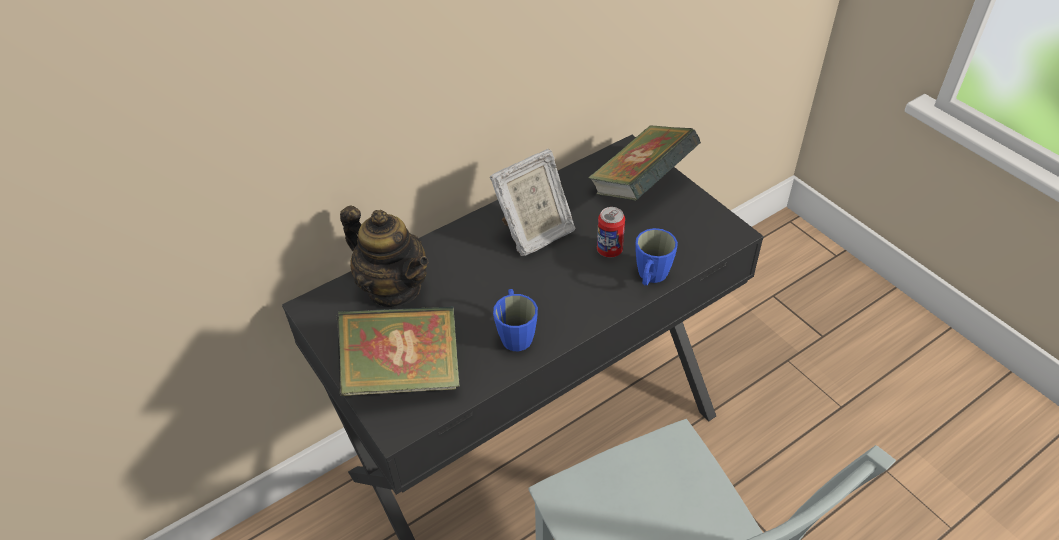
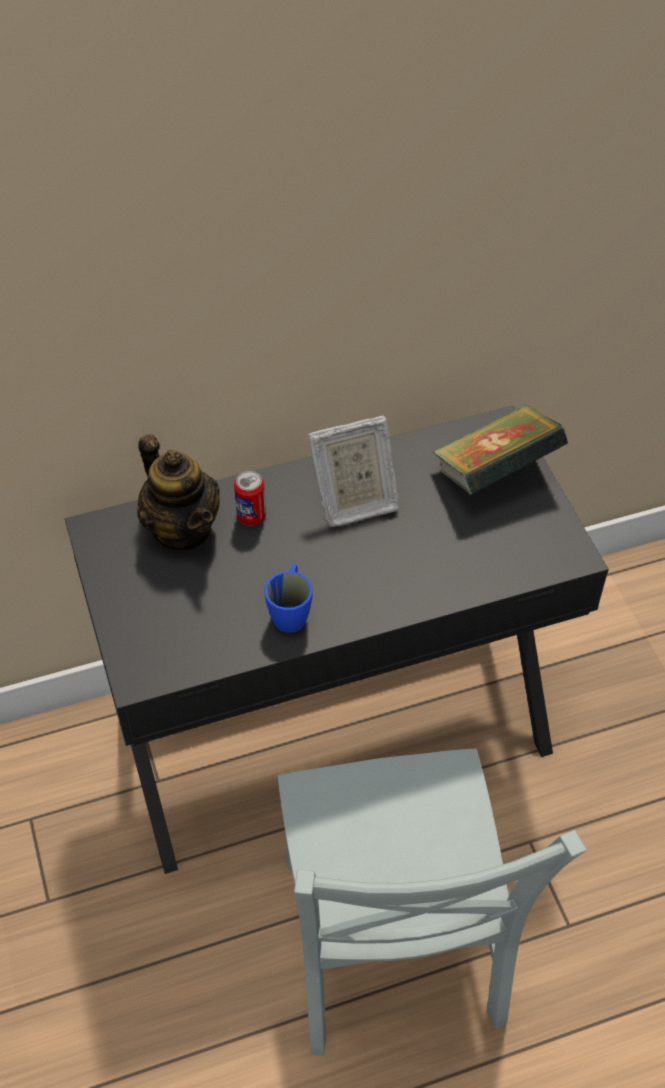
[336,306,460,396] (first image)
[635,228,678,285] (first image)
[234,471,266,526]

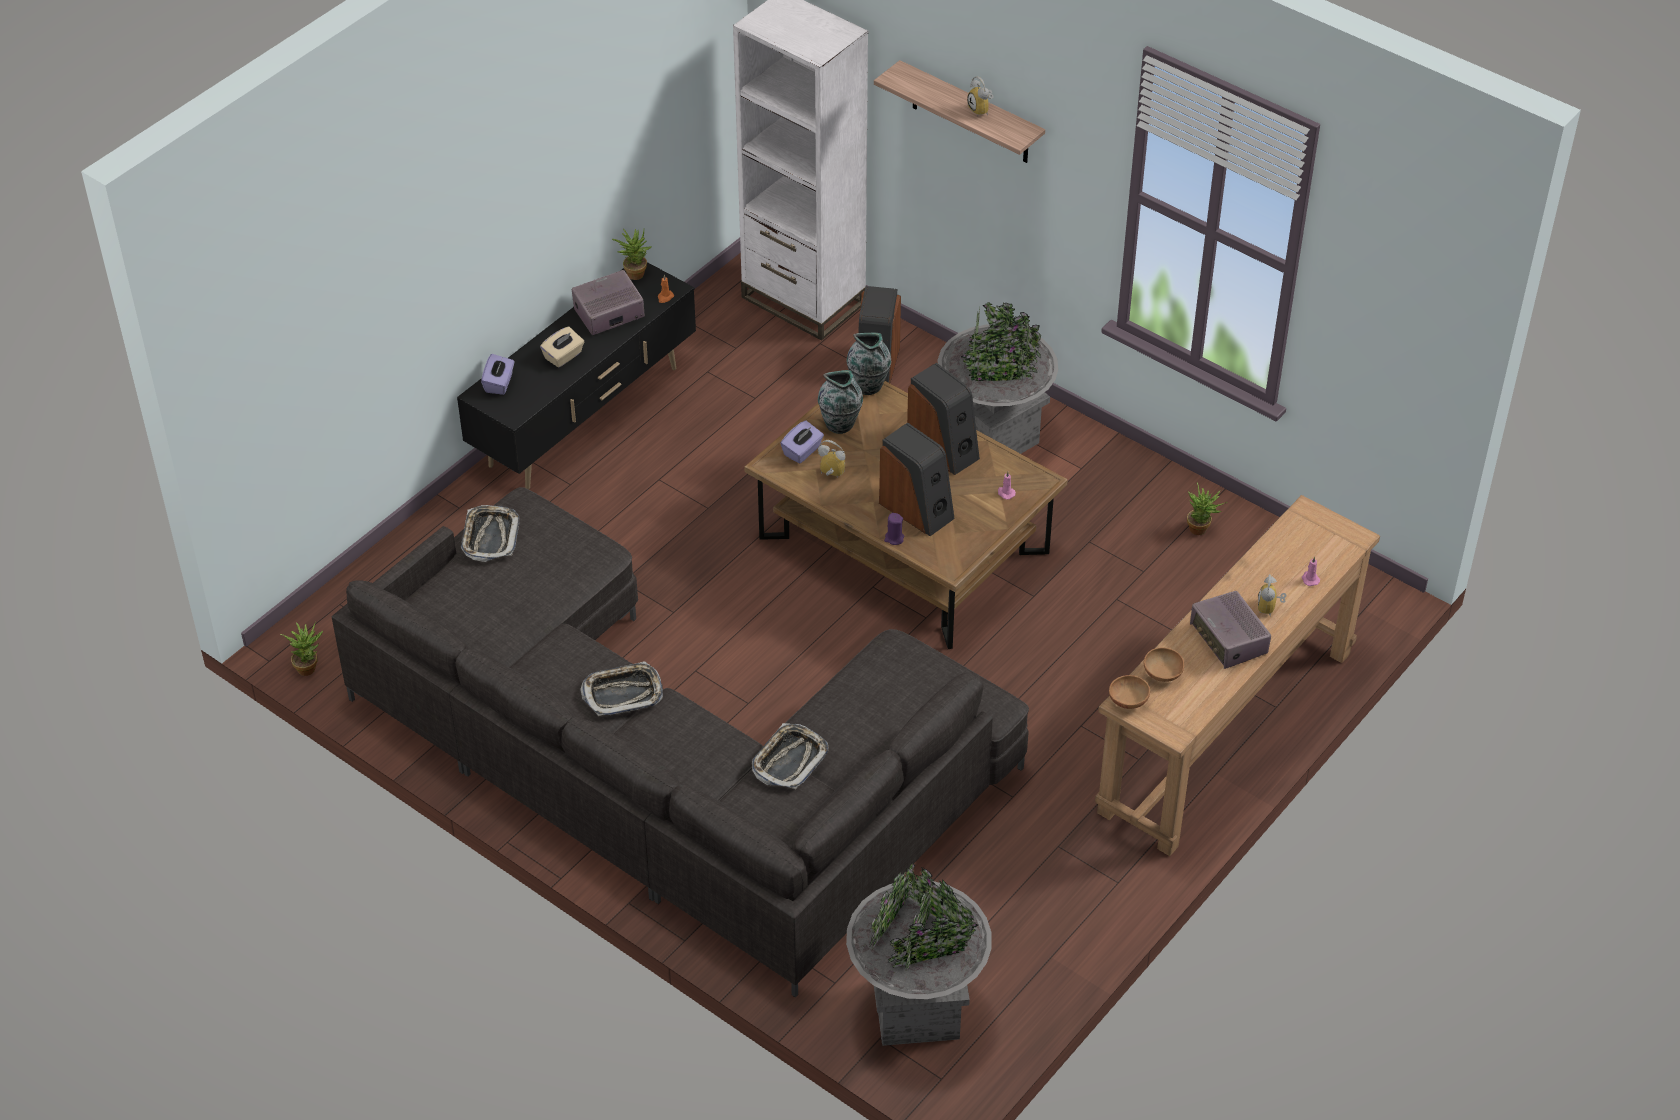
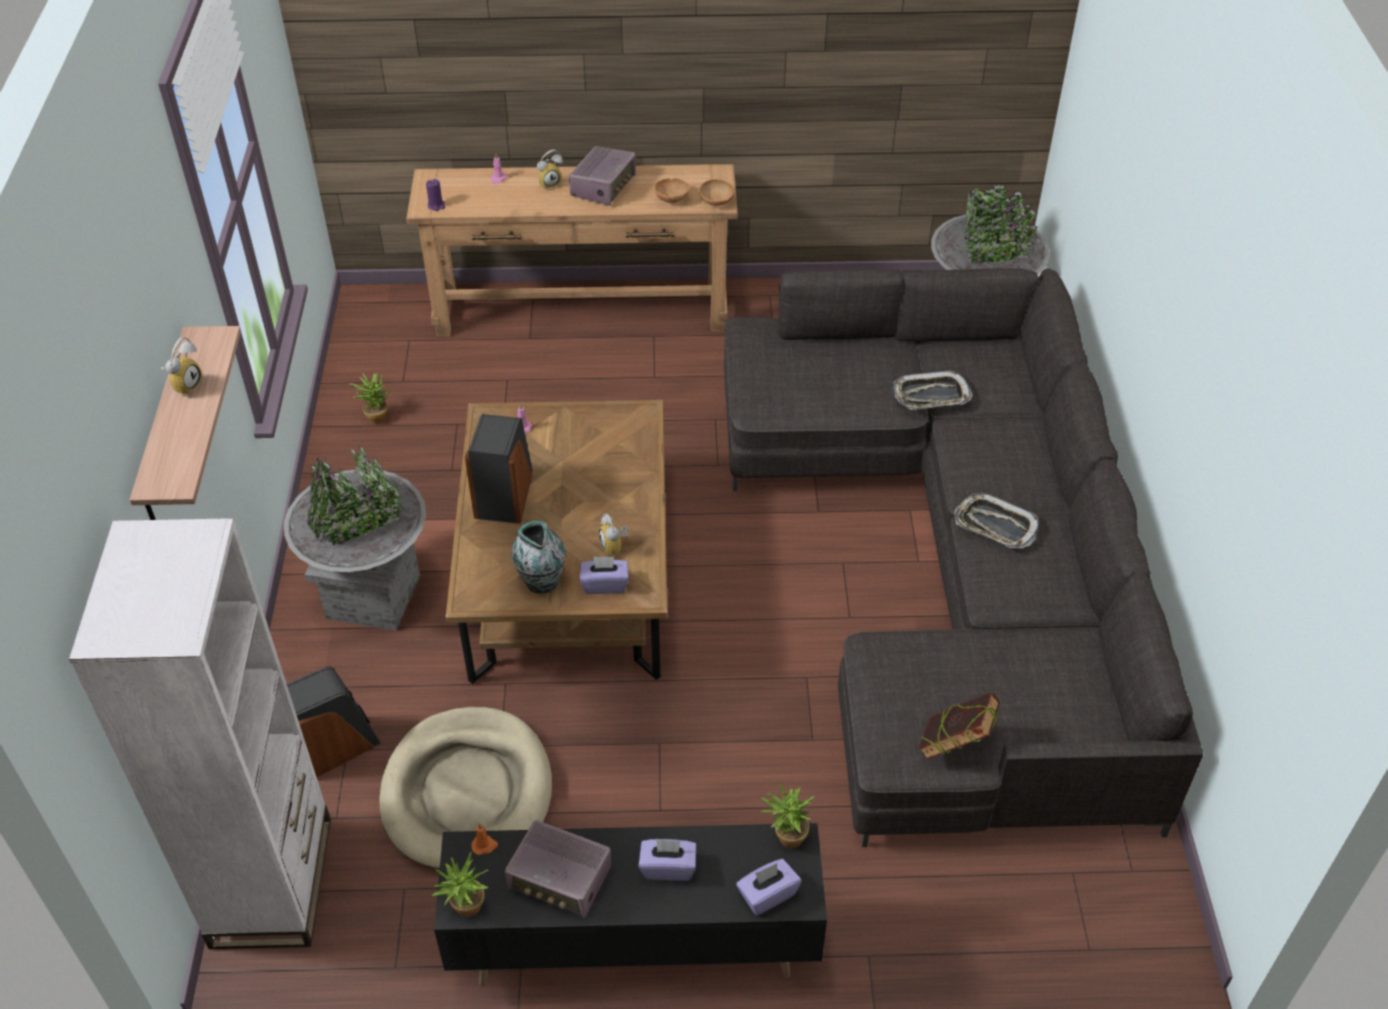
[846,333,891,395] (first image)
[879,422,955,536] (first image)
[379,707,552,869]
[759,782,815,848]
[426,179,445,211]
[918,692,1000,760]
[638,839,696,881]

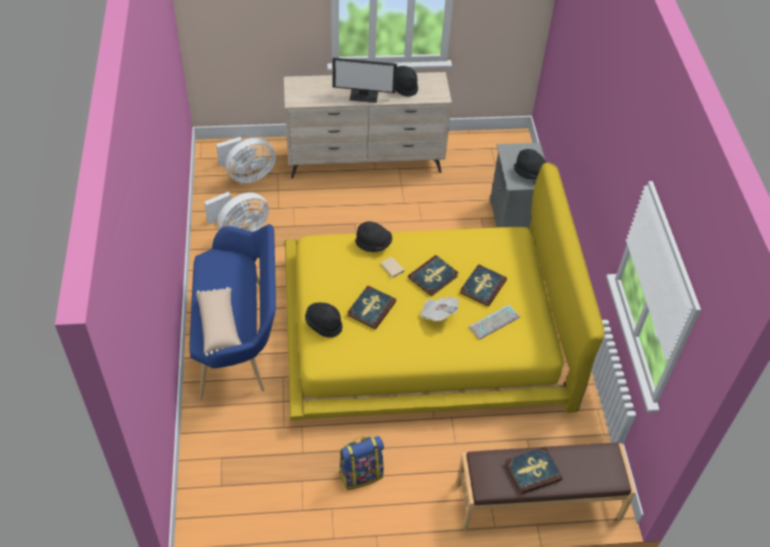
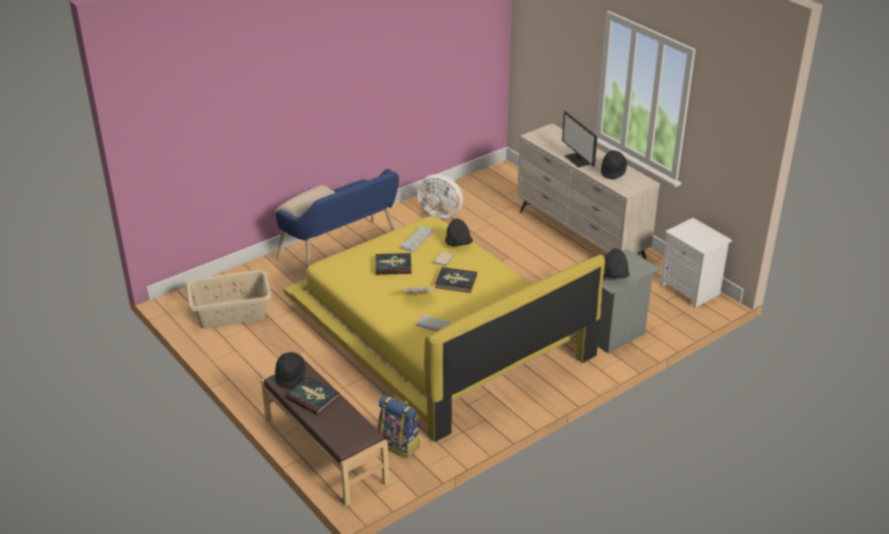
[216,137,276,183] (first image)
[460,264,507,306] (first image)
[186,270,272,328]
[400,226,434,252]
[660,218,732,309]
[275,352,306,389]
[378,395,419,458]

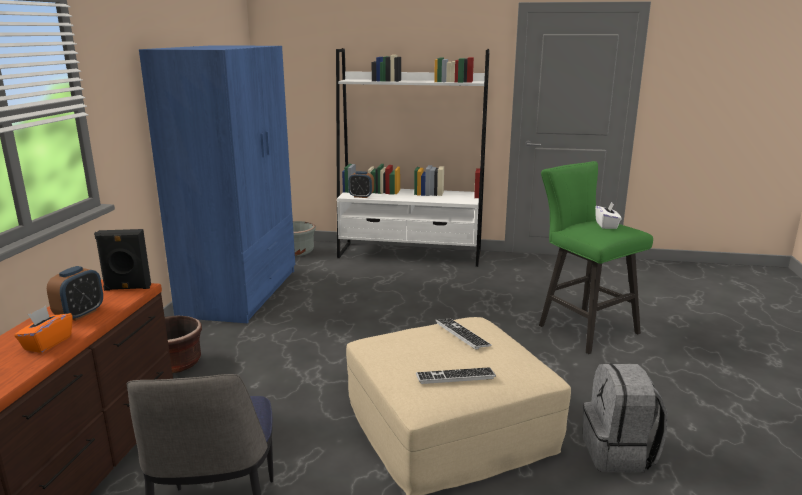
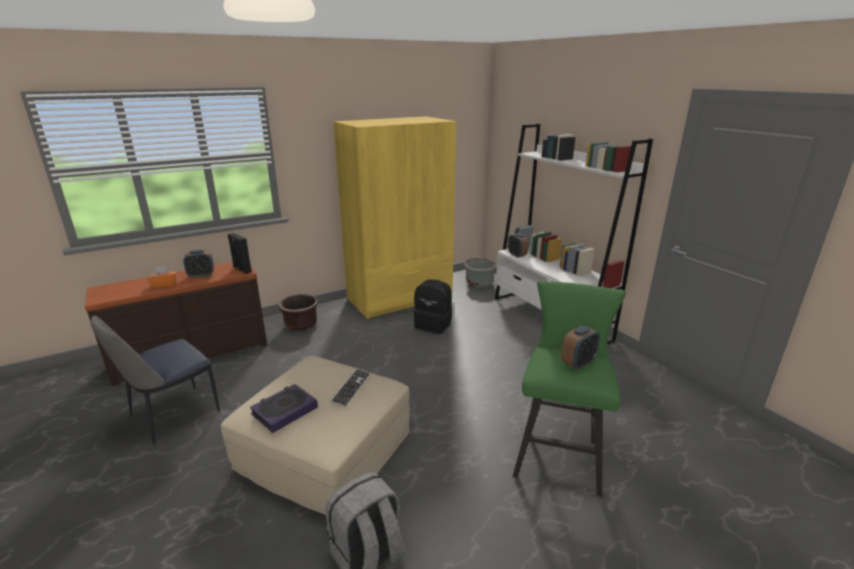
[414,279,452,334]
[250,384,318,433]
[561,326,600,370]
[333,116,456,319]

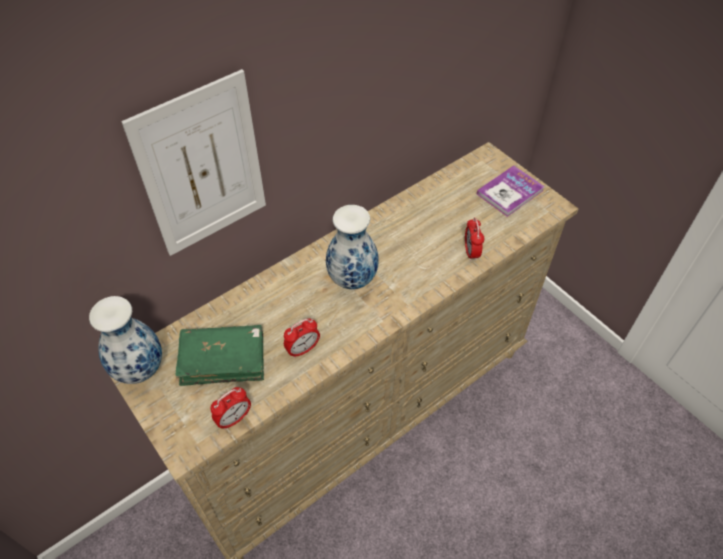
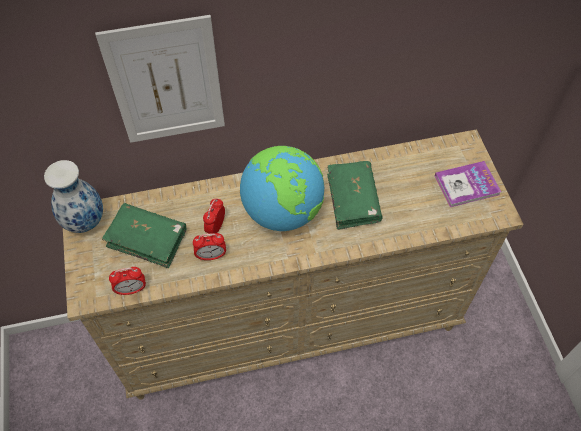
[327,161,382,230]
[203,198,225,234]
[240,146,324,231]

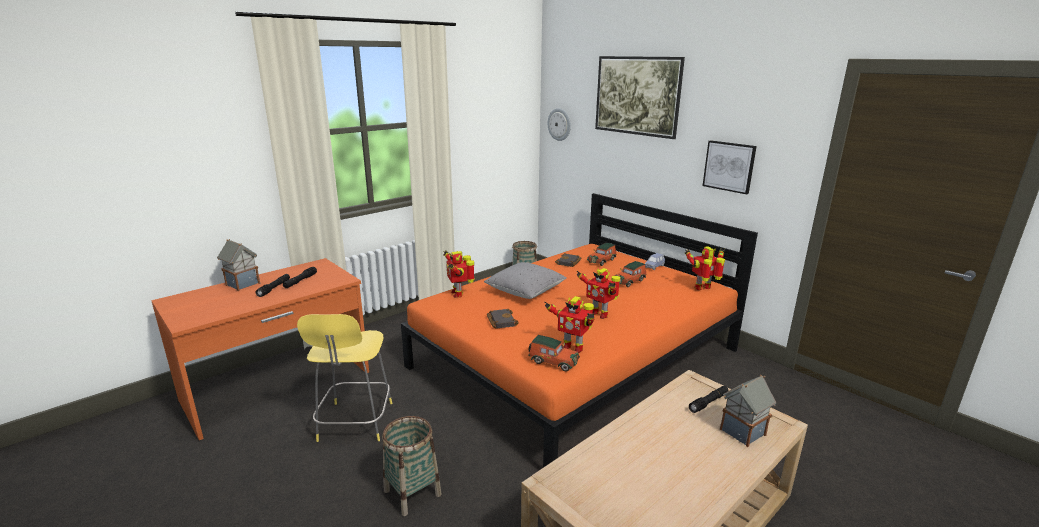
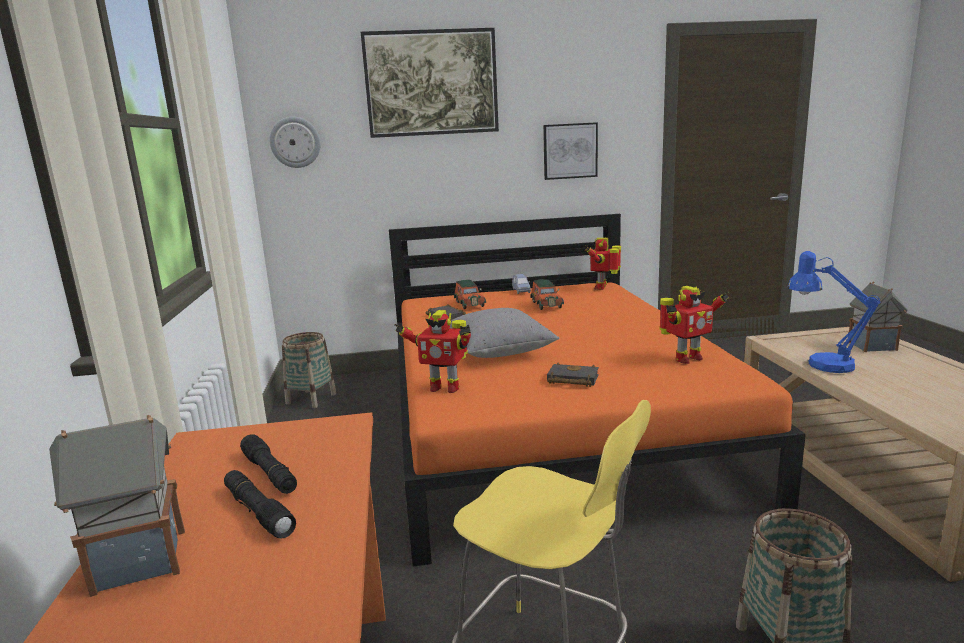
[528,335,580,372] (first image)
[577,268,620,319] (first image)
[689,386,729,413] (first image)
[787,251,880,373]

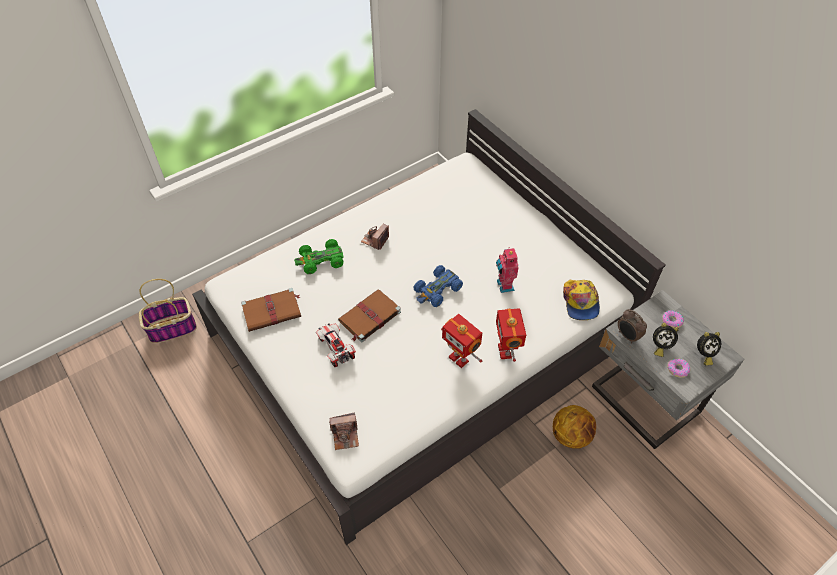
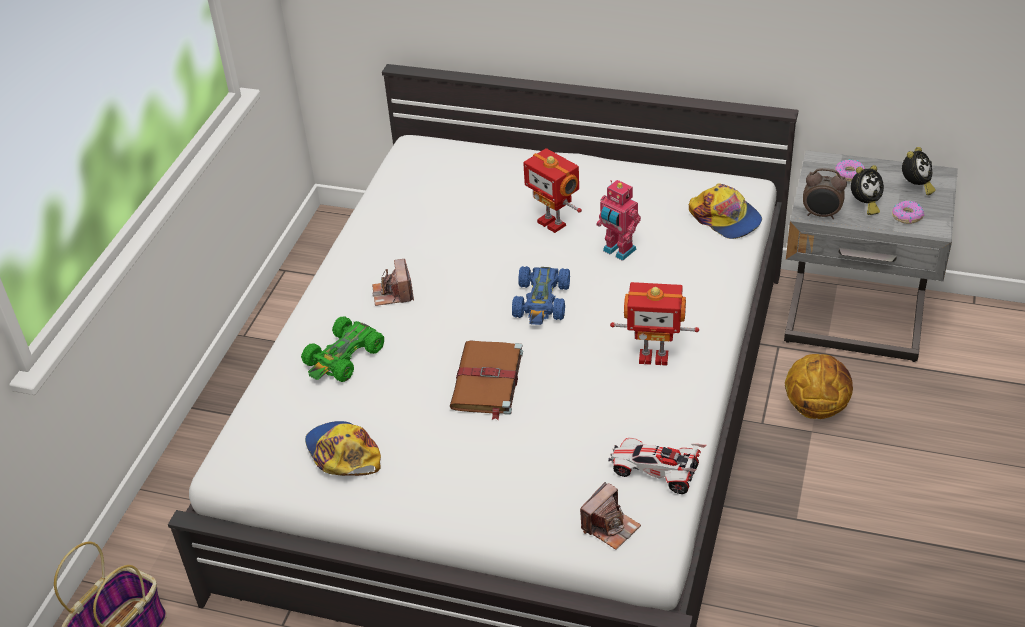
[608,438,707,494]
[523,148,582,233]
[305,421,381,476]

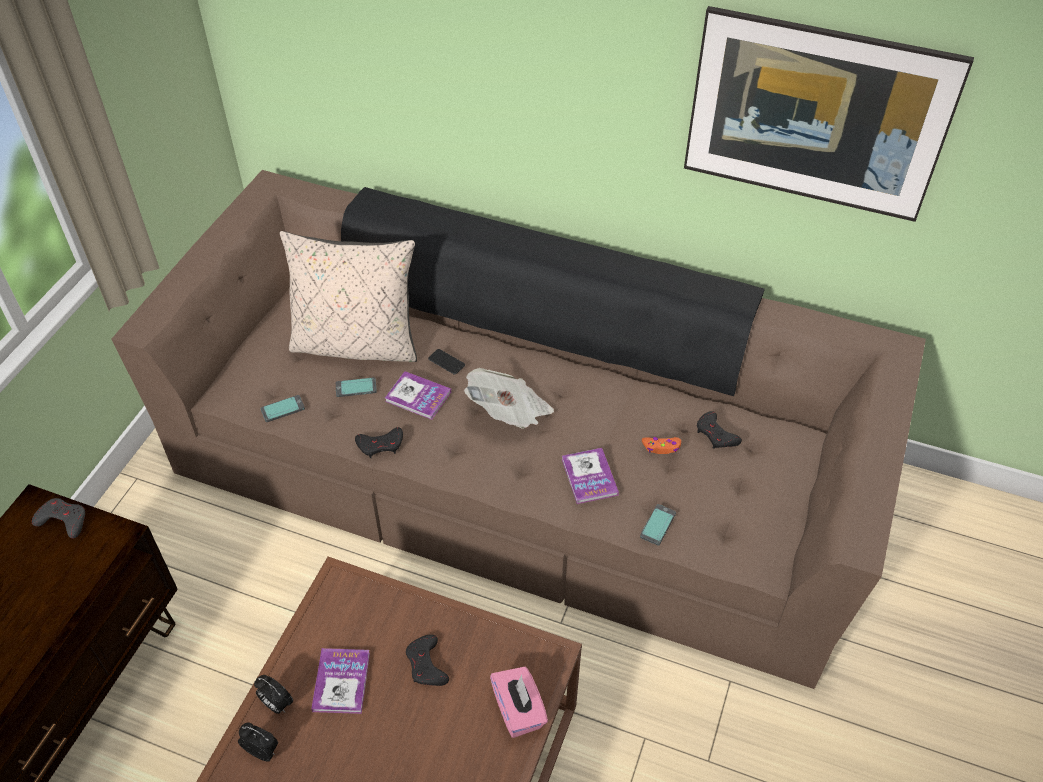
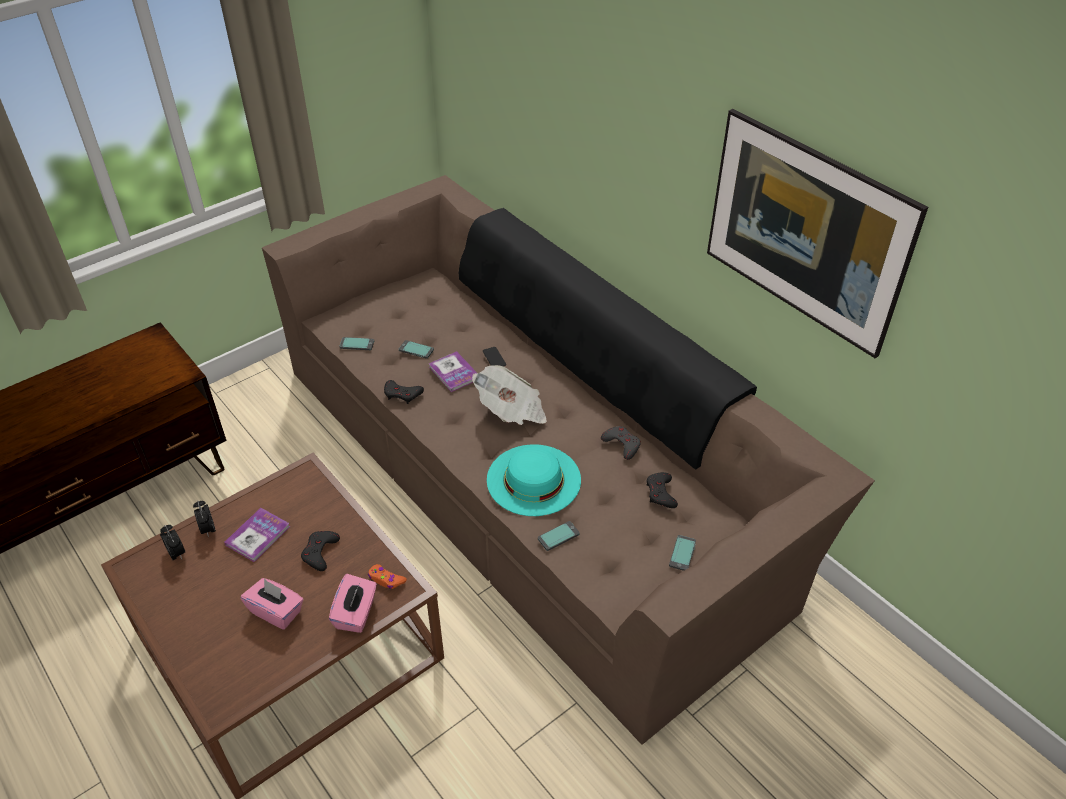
[280,231,417,362] (first image)
[241,578,303,630]
[669,535,696,571]
[601,426,641,460]
[368,564,407,589]
[487,444,581,516]

